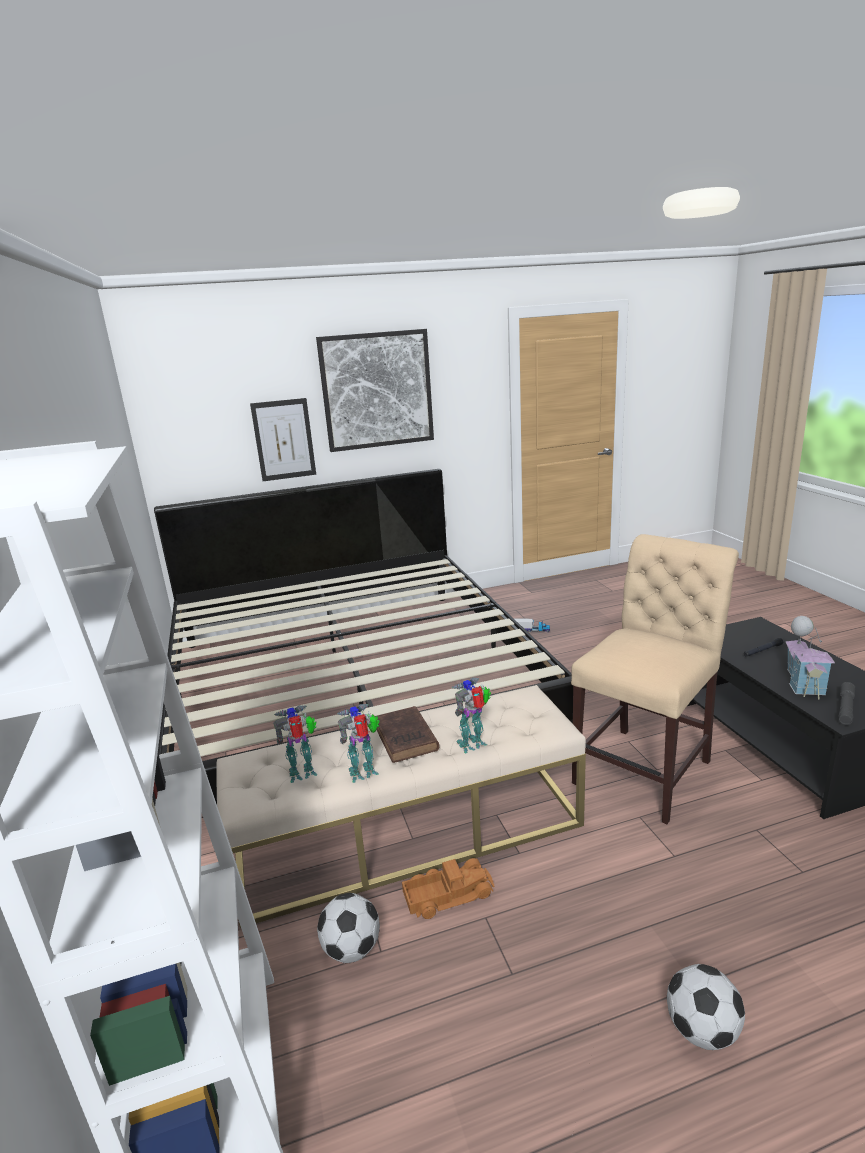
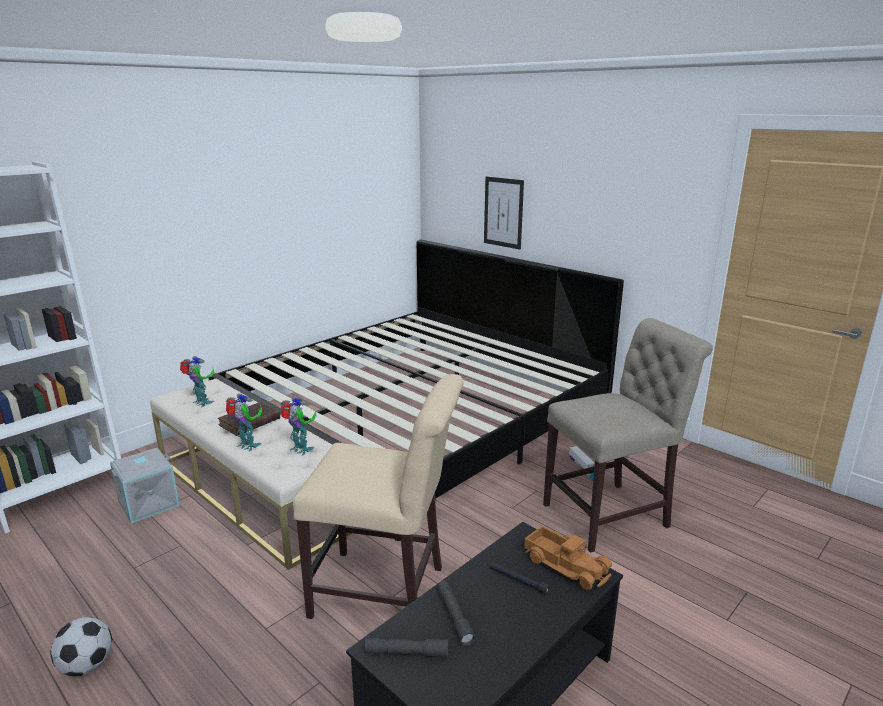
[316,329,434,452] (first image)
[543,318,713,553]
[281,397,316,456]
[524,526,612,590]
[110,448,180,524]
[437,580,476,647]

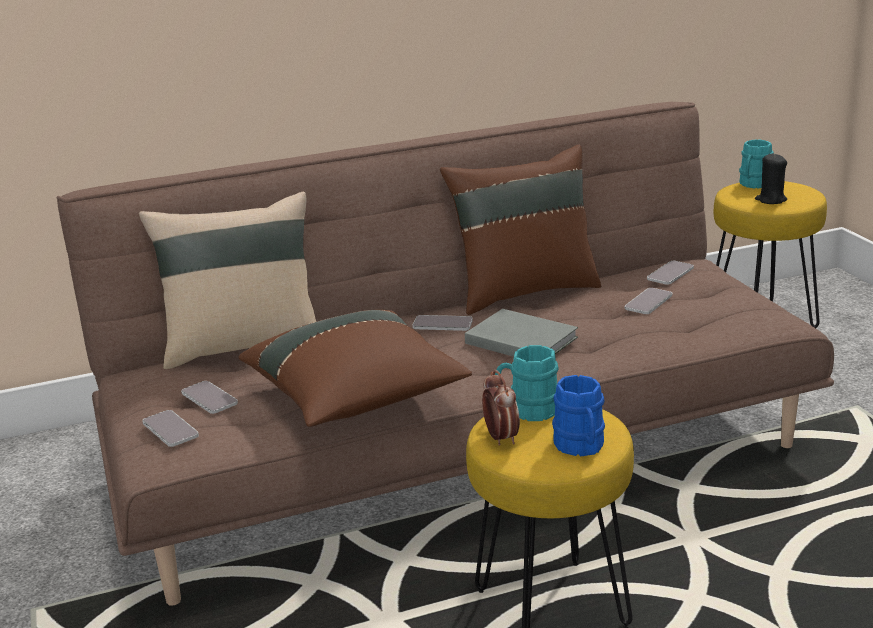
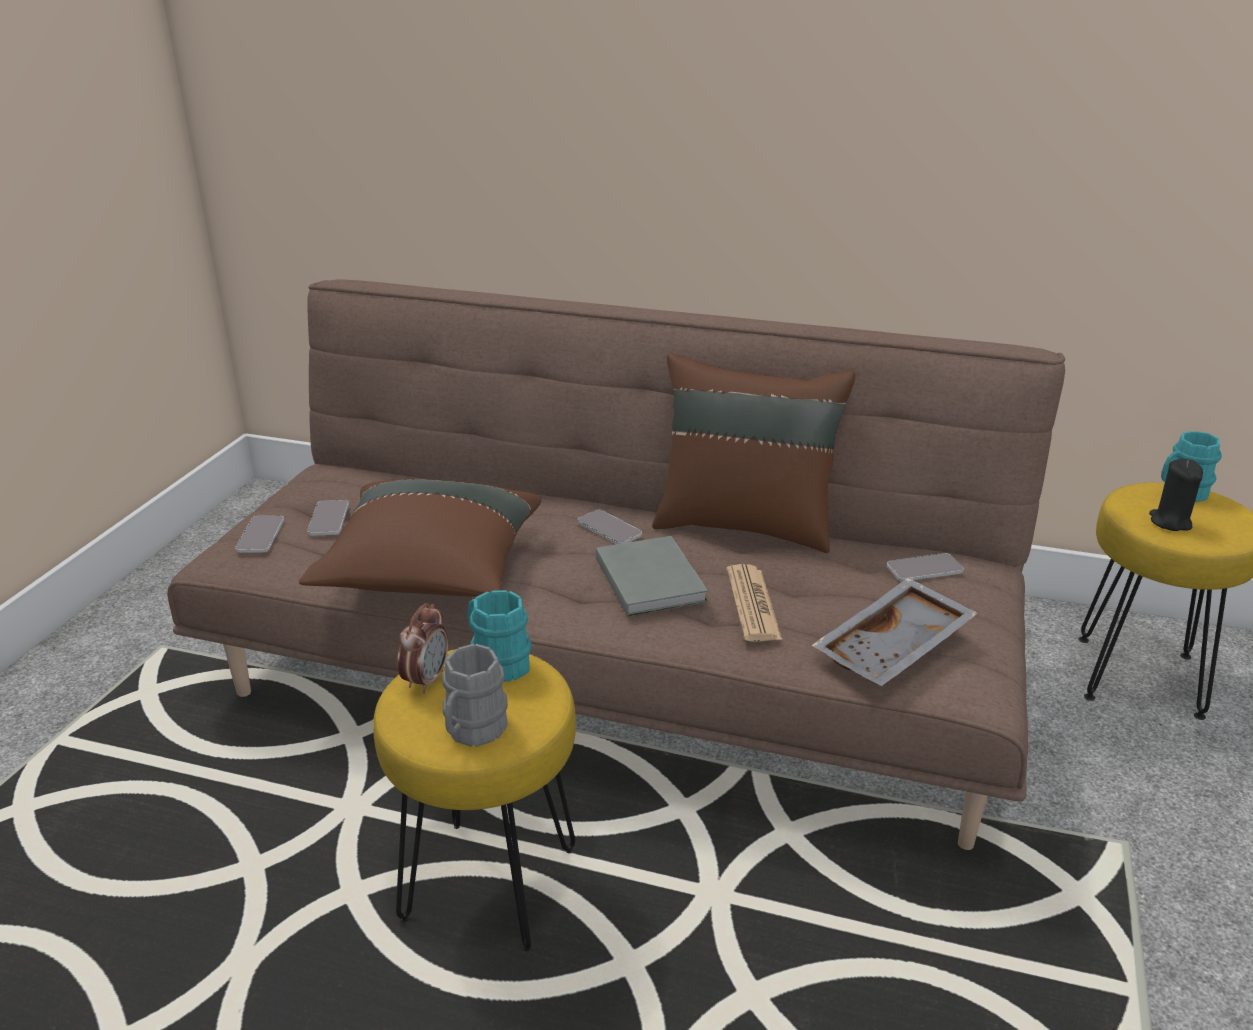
[139,192,316,369] (first image)
[625,288,672,314] (first image)
[726,564,782,642]
[811,578,978,686]
[442,644,508,747]

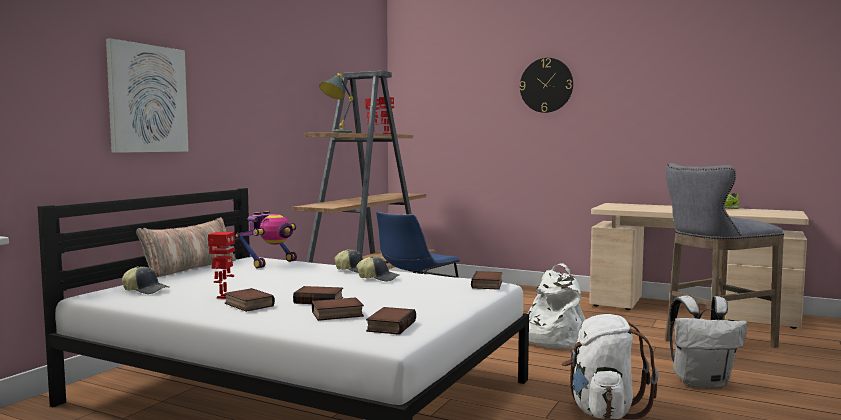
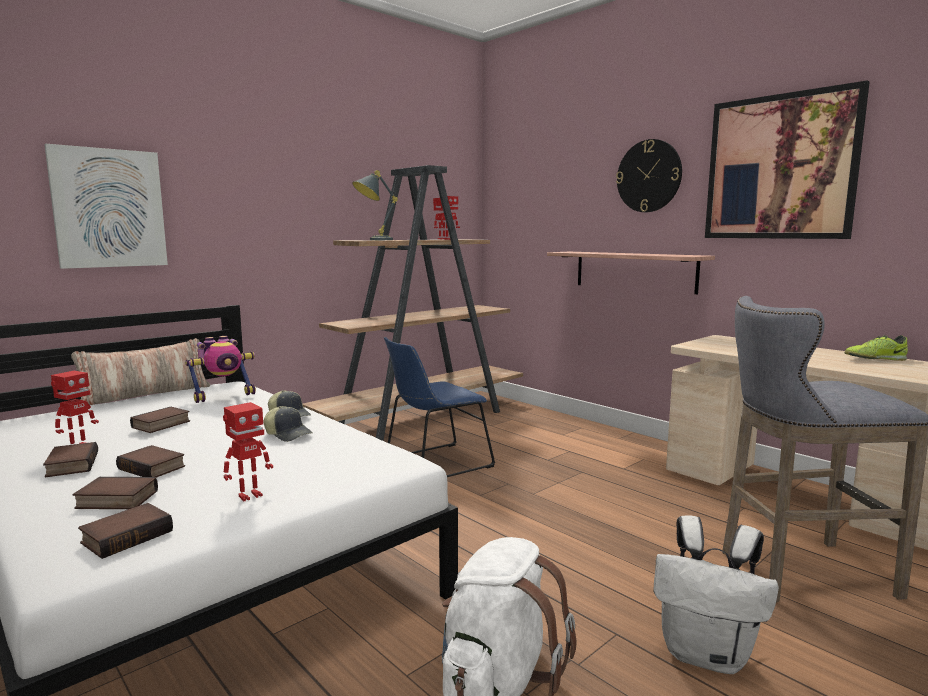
[122,266,169,294] (first image)
[527,263,586,349] (first image)
[223,402,273,502]
[547,252,715,294]
[705,80,870,239]
[130,407,190,433]

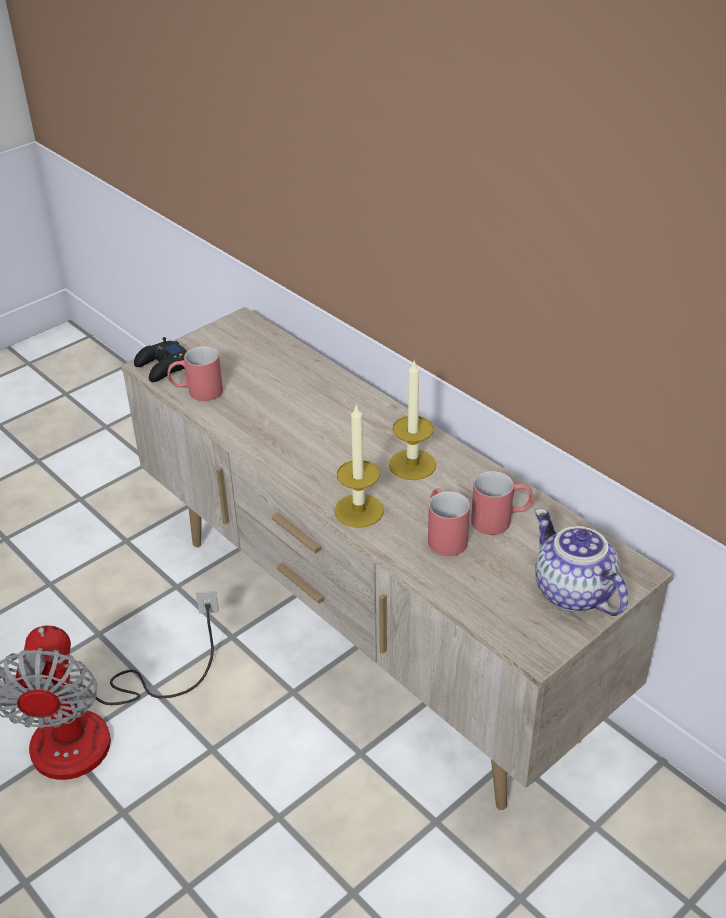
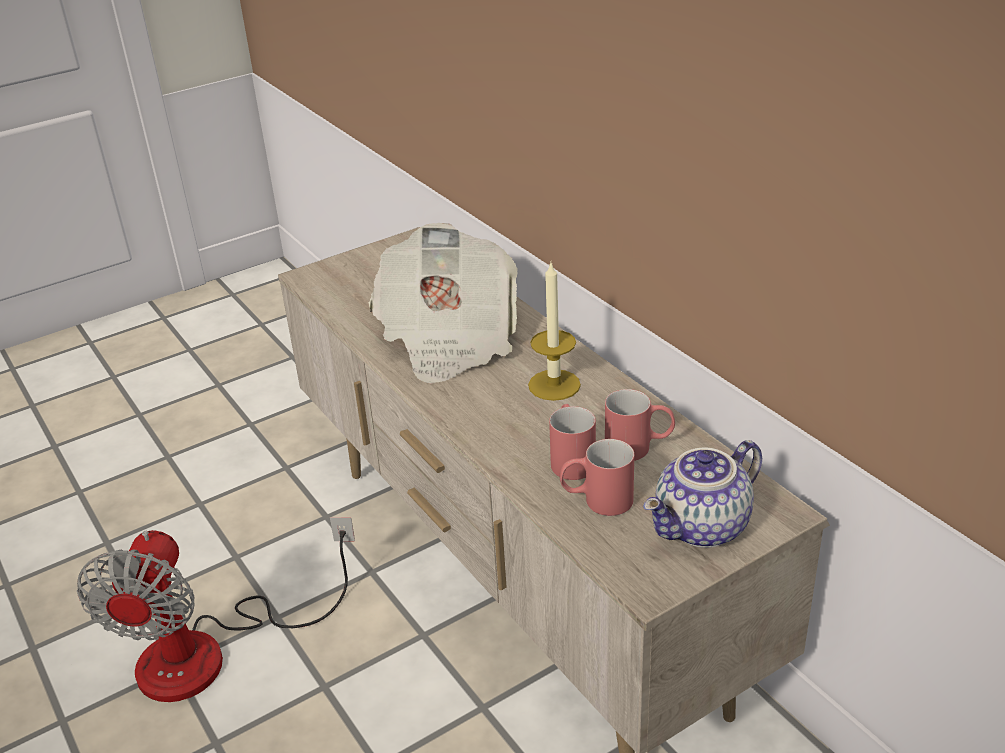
[134,337,187,382] (first image)
[335,404,384,528] (first image)
[369,223,518,384]
[560,439,634,516]
[643,440,762,548]

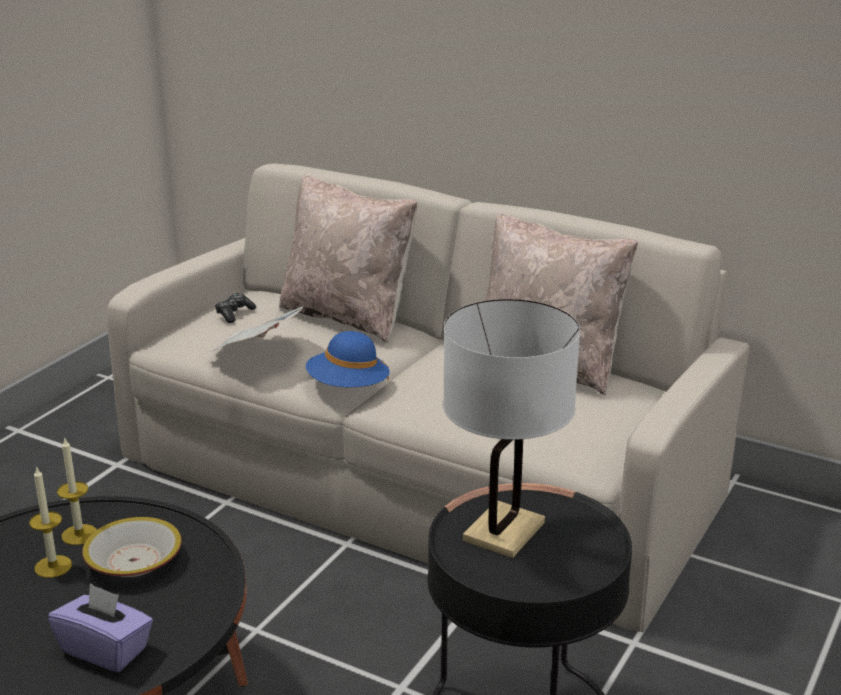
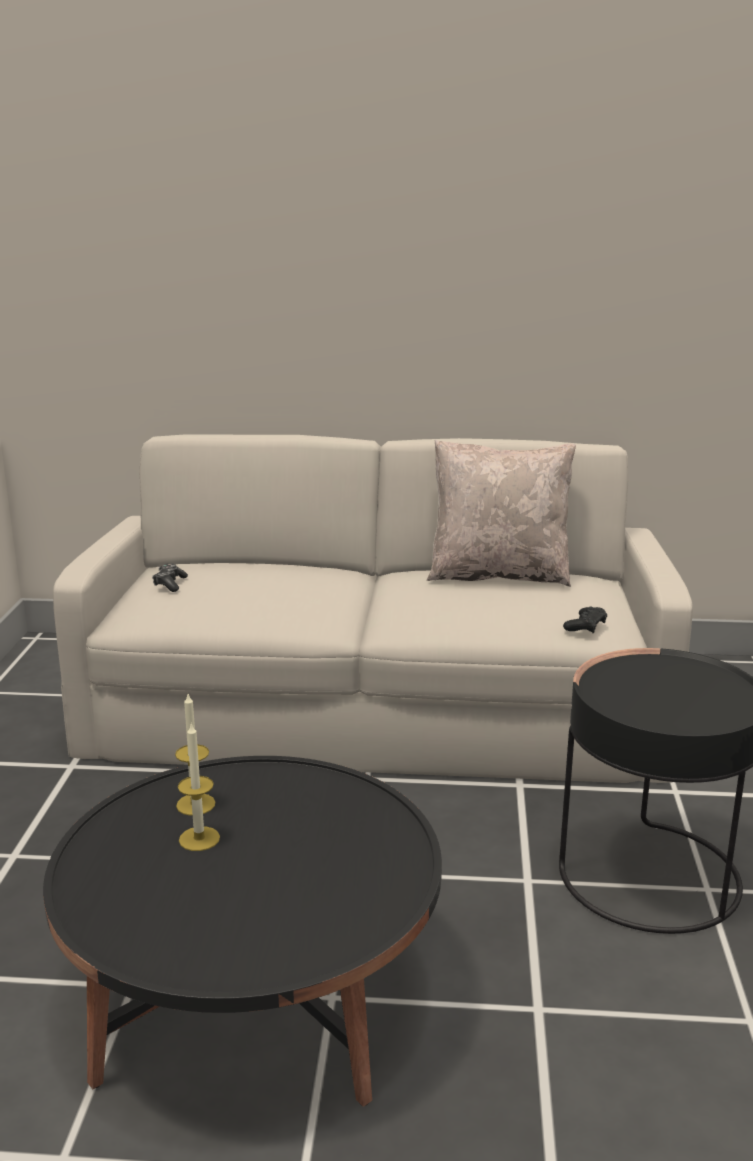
[48,583,153,672] (first image)
[82,517,182,577] (first image)
[210,305,305,352] (first image)
[279,174,417,343] (first image)
[306,331,390,387] (first image)
[443,299,580,558] (first image)
[563,607,607,634]

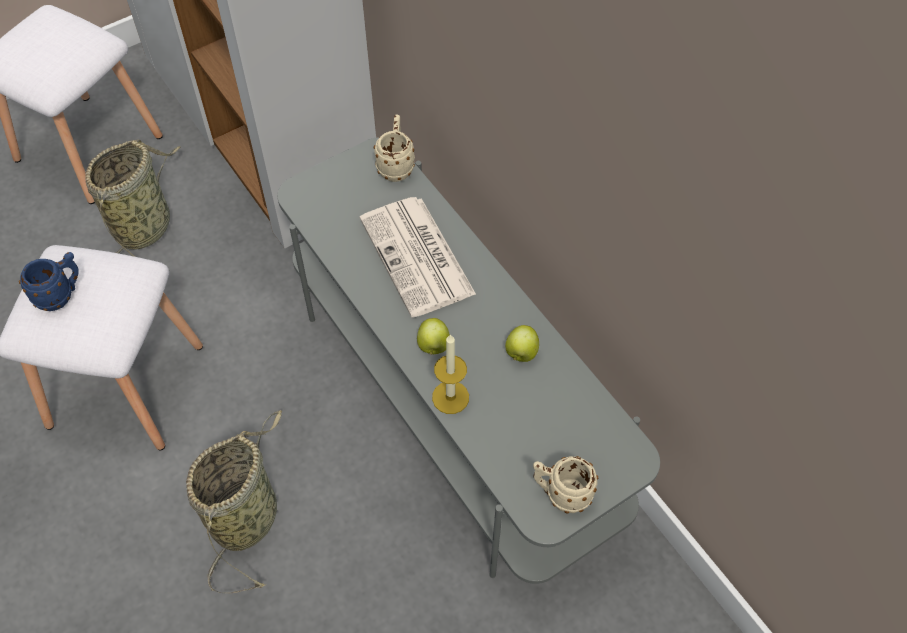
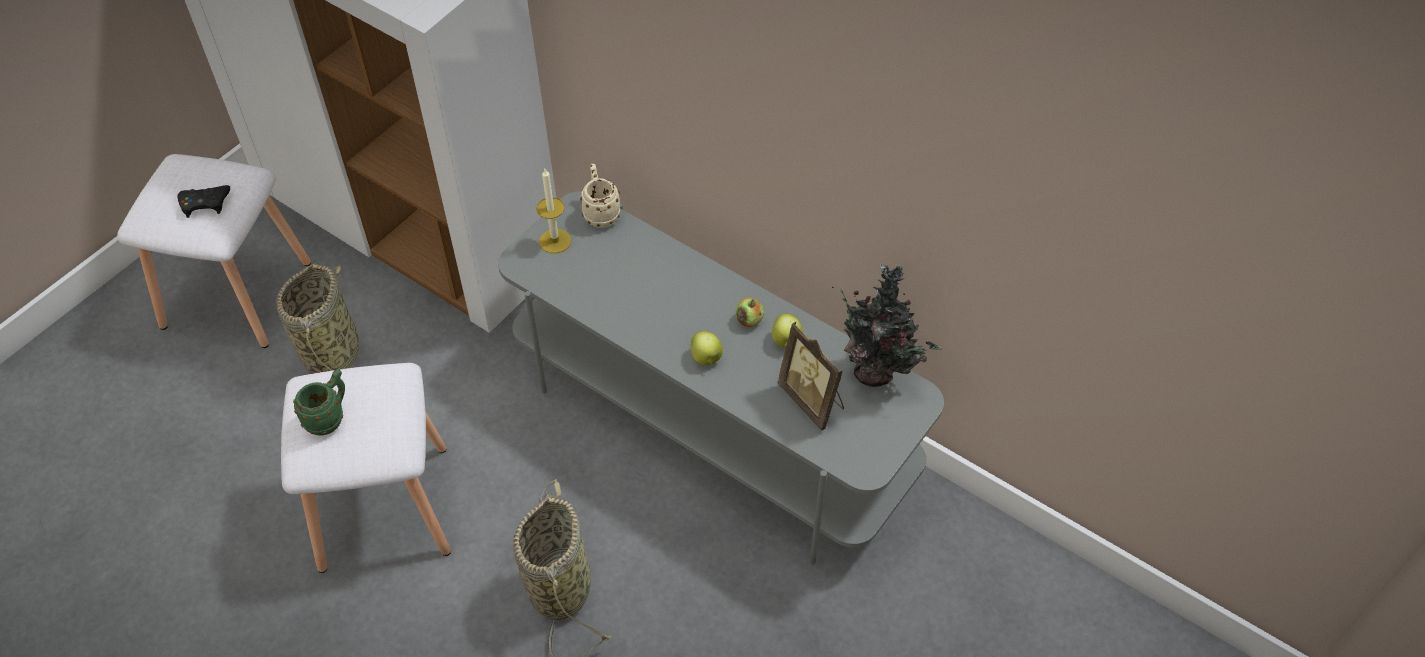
[360,197,476,318] (first image)
[533,456,598,514] (first image)
[177,185,230,218]
[735,297,764,327]
[777,322,844,431]
[832,264,943,387]
[536,169,571,253]
[293,369,345,436]

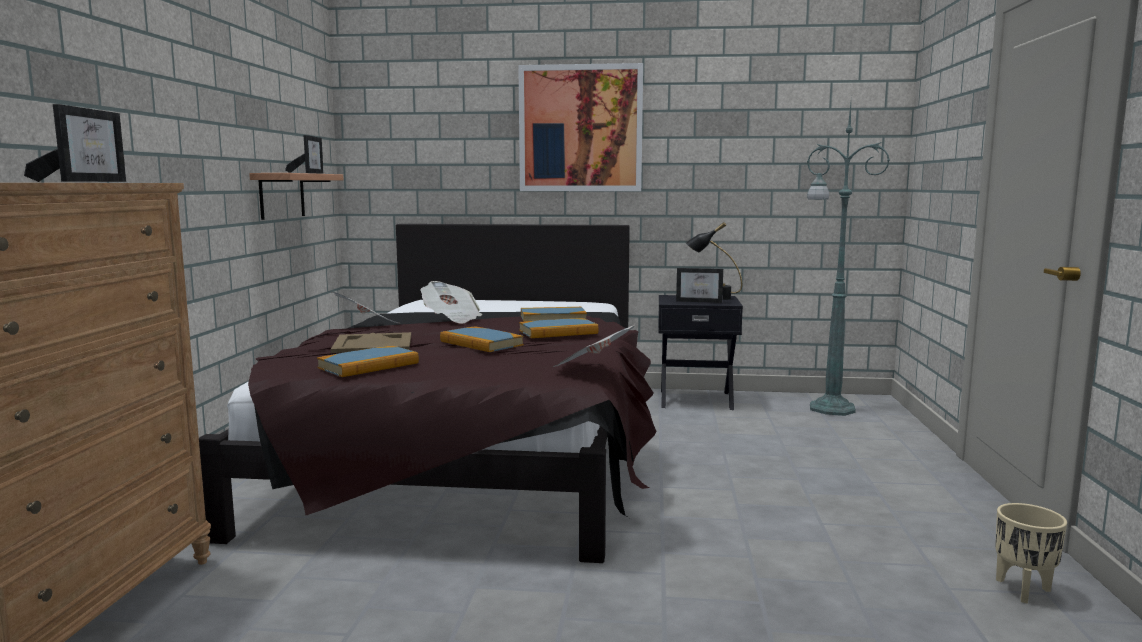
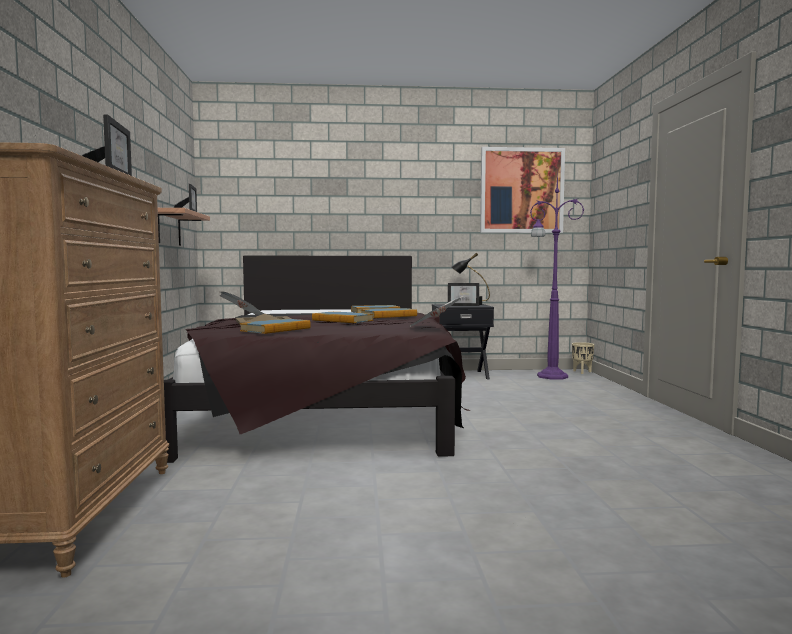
[420,281,482,324] (first image)
[480,147,565,233]
[572,342,594,374]
[530,171,584,380]

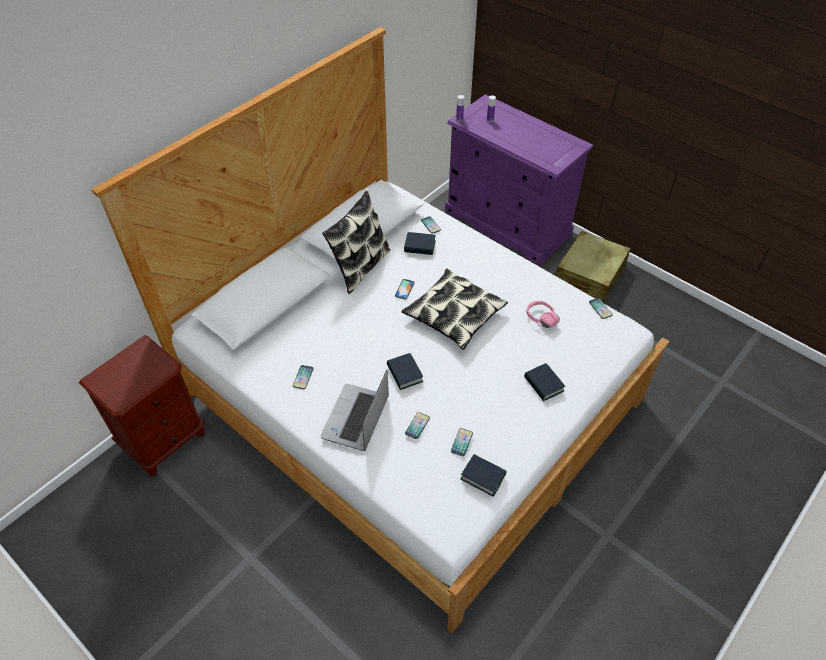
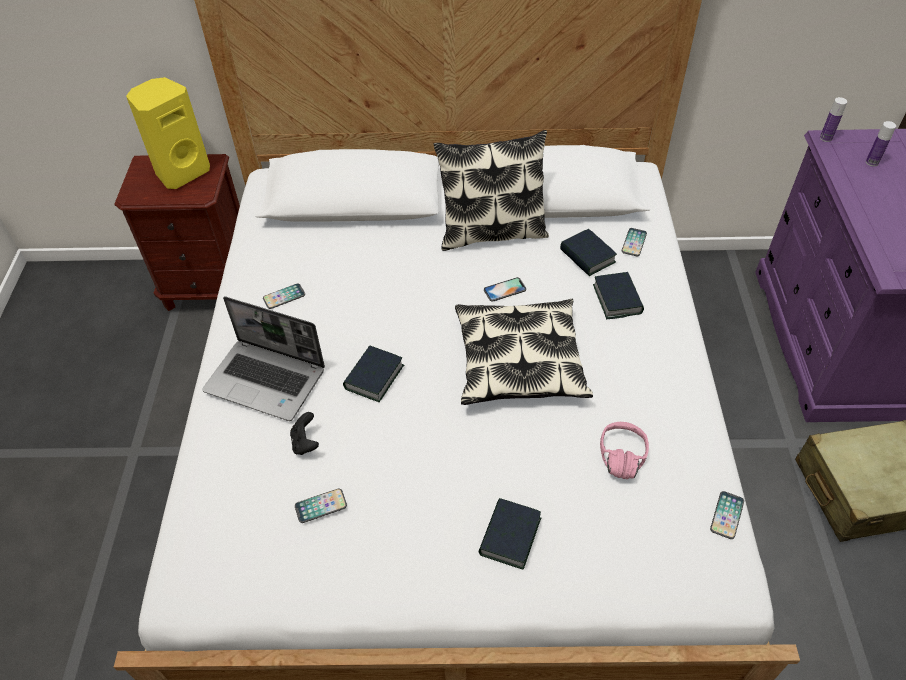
[126,77,210,189]
[593,272,644,319]
[290,412,319,455]
[202,296,325,421]

